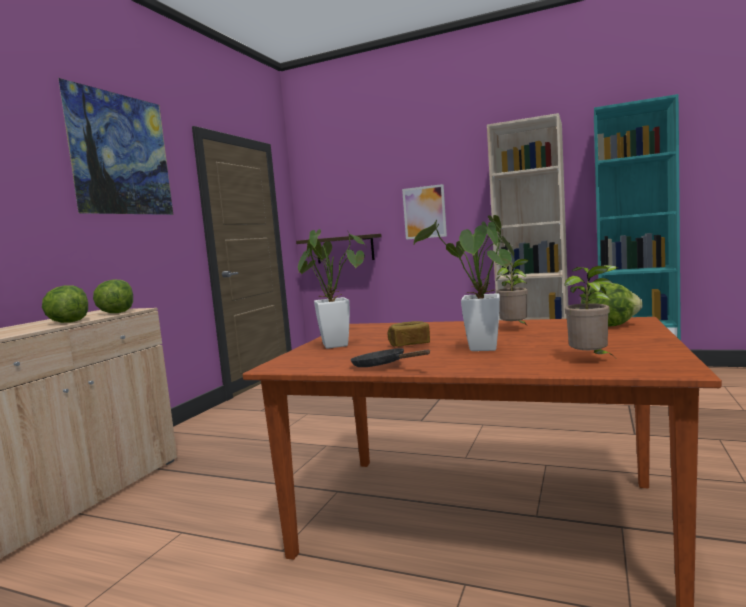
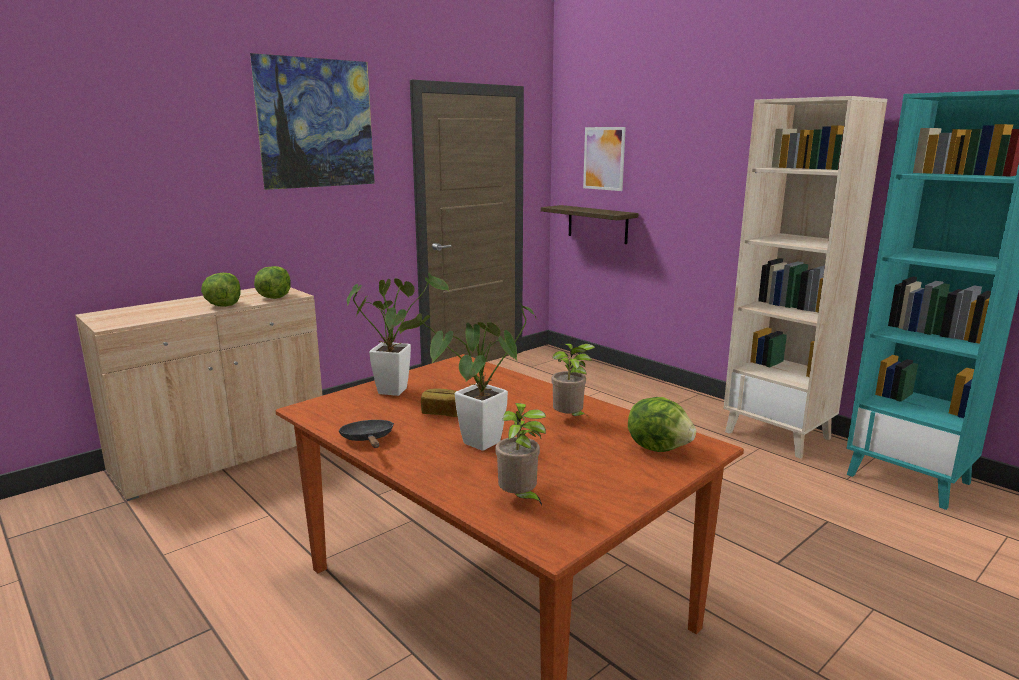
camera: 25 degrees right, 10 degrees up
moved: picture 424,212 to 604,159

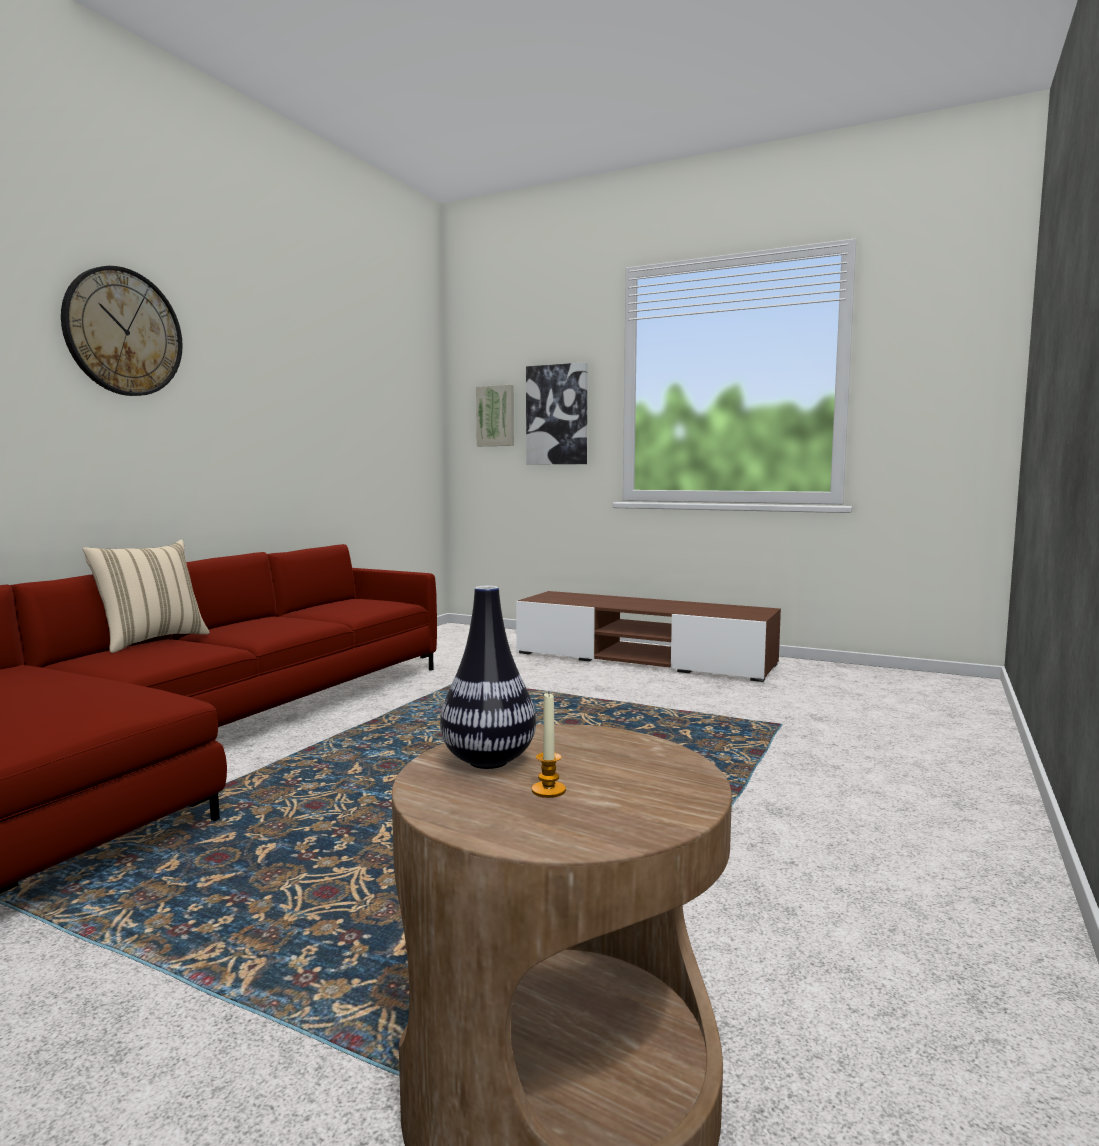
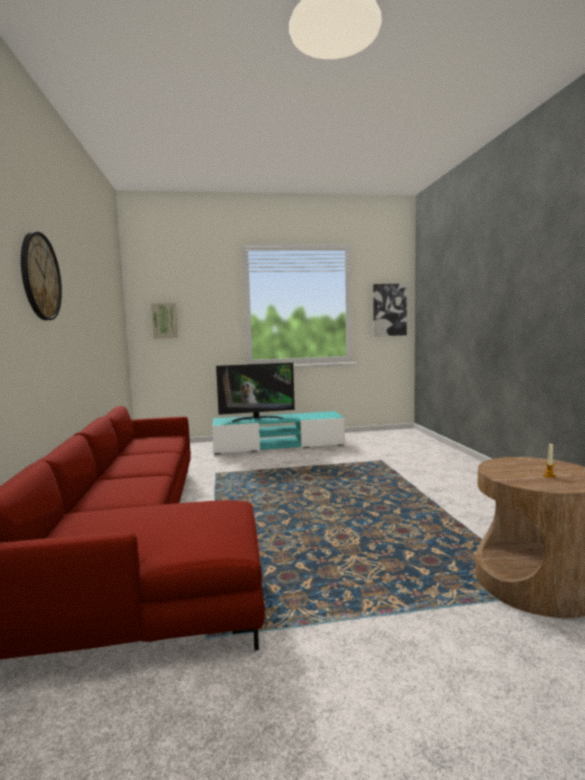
camera: 35 degrees left, 0 degrees up
removed: beige cushion 146,596; decorative vase 488,677
added: TV 255,392
moved: picture 557,413 to 390,310
recoloured: brown-coloured tv stand 648,636 to blue-green tv stand 278,433

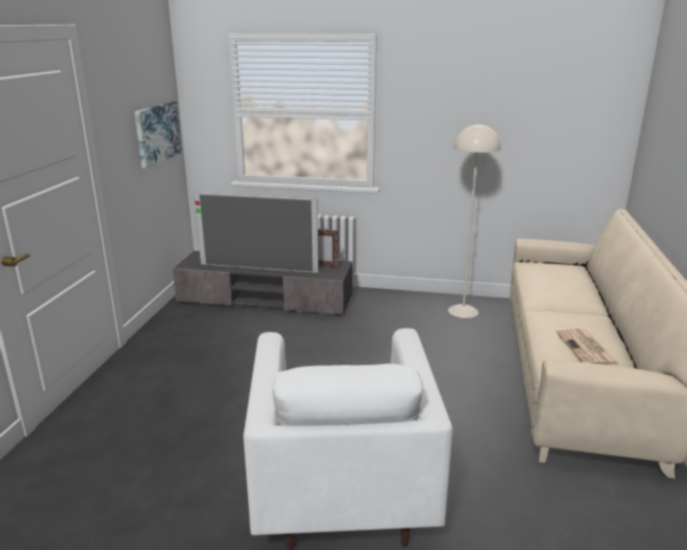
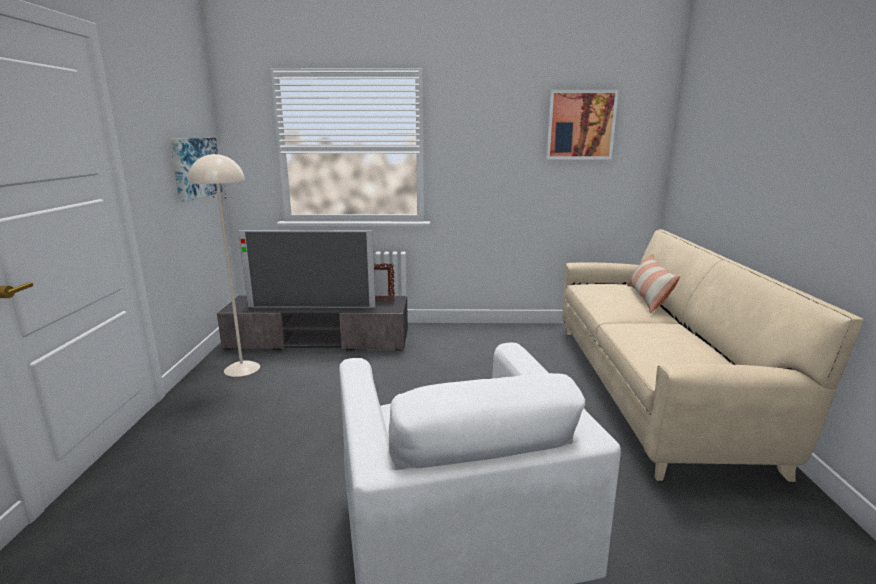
camera: 10 degrees left, 5 degrees down
removed: daily paper 588,347
added: picture 582,124; cushion 654,283
moved: beige standing lamp 474,220 to 224,265

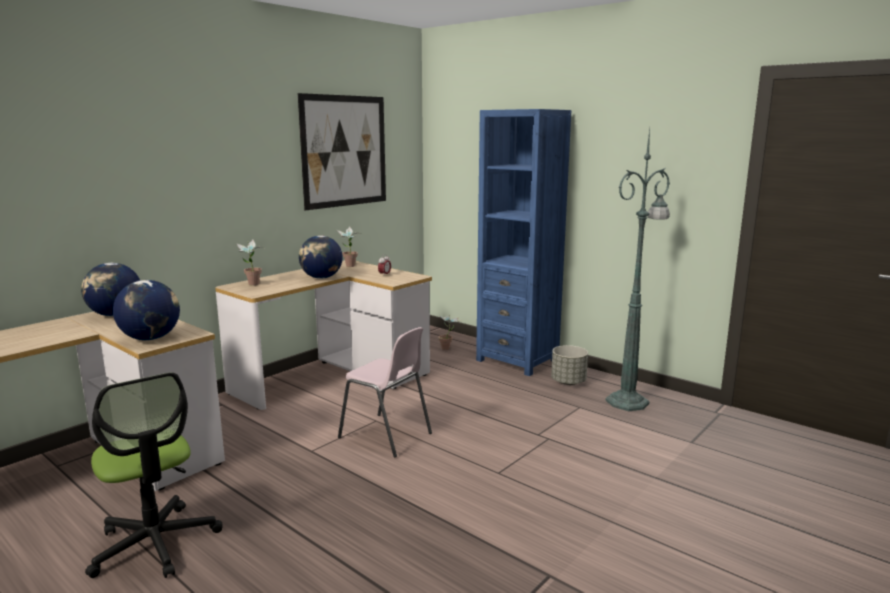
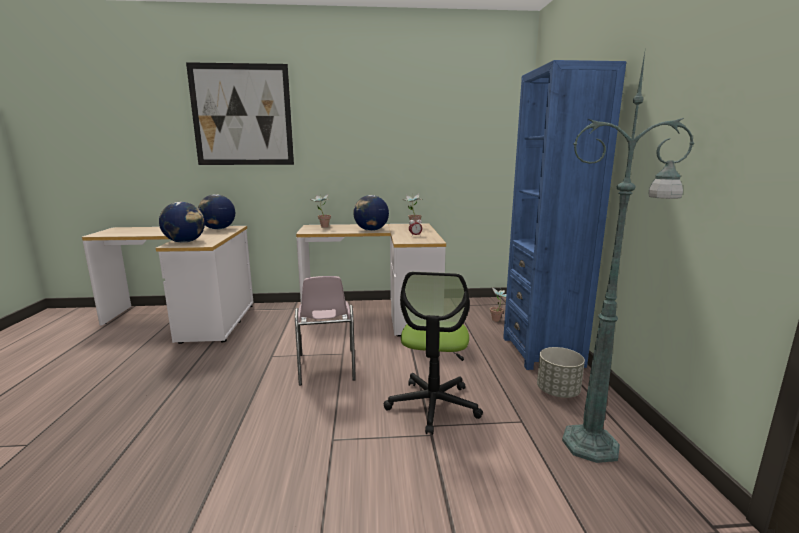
camera: 45 degrees right, 0 degrees up
moved: desk chair 153,475 to 433,353; picture 342,151 to 240,113

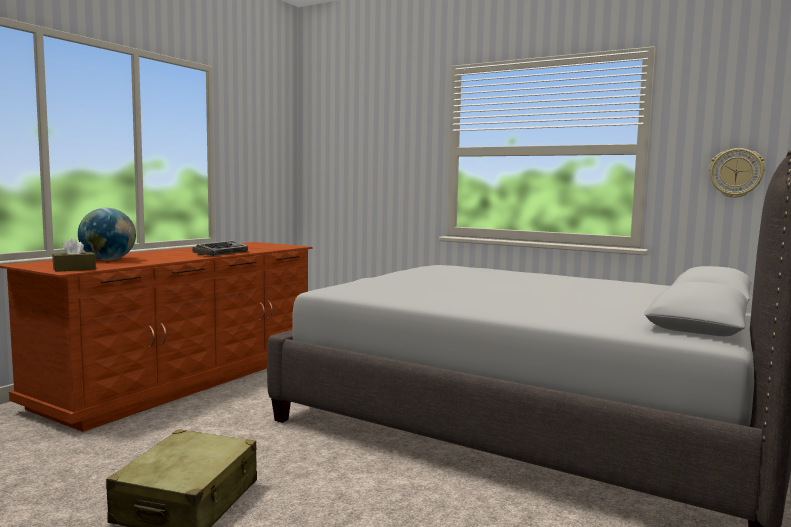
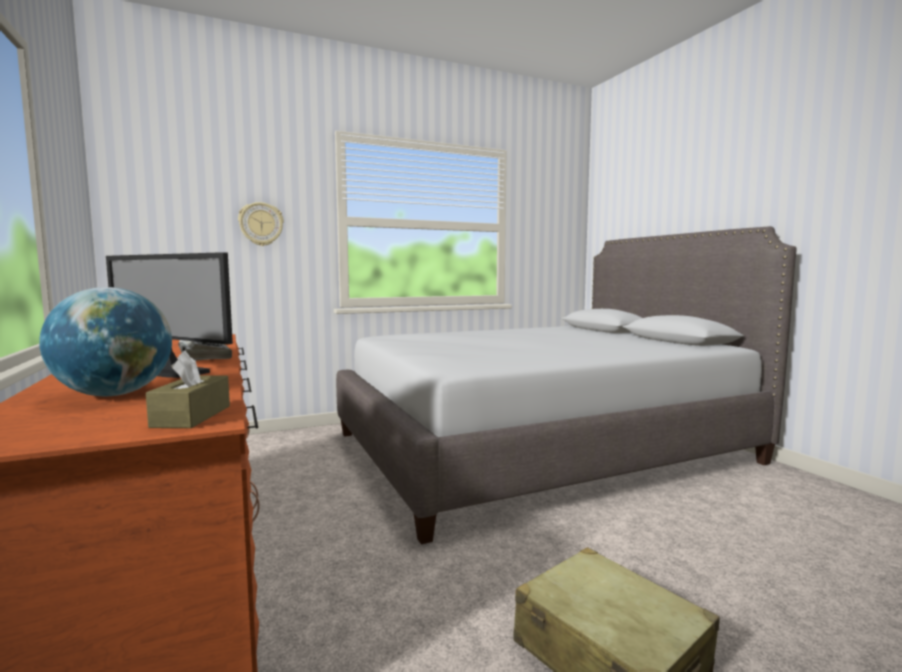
camera: 55 degrees left, 0 degrees up
added: monitor 169,315
moved: wall clock 737,173 to 261,224

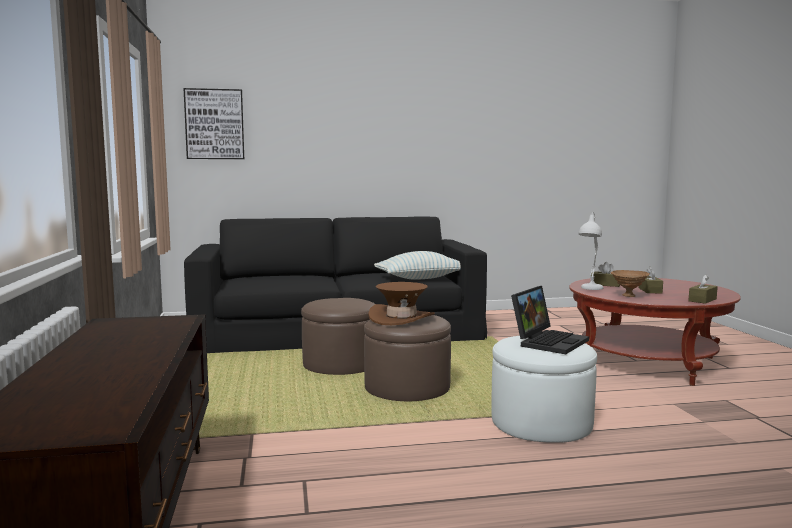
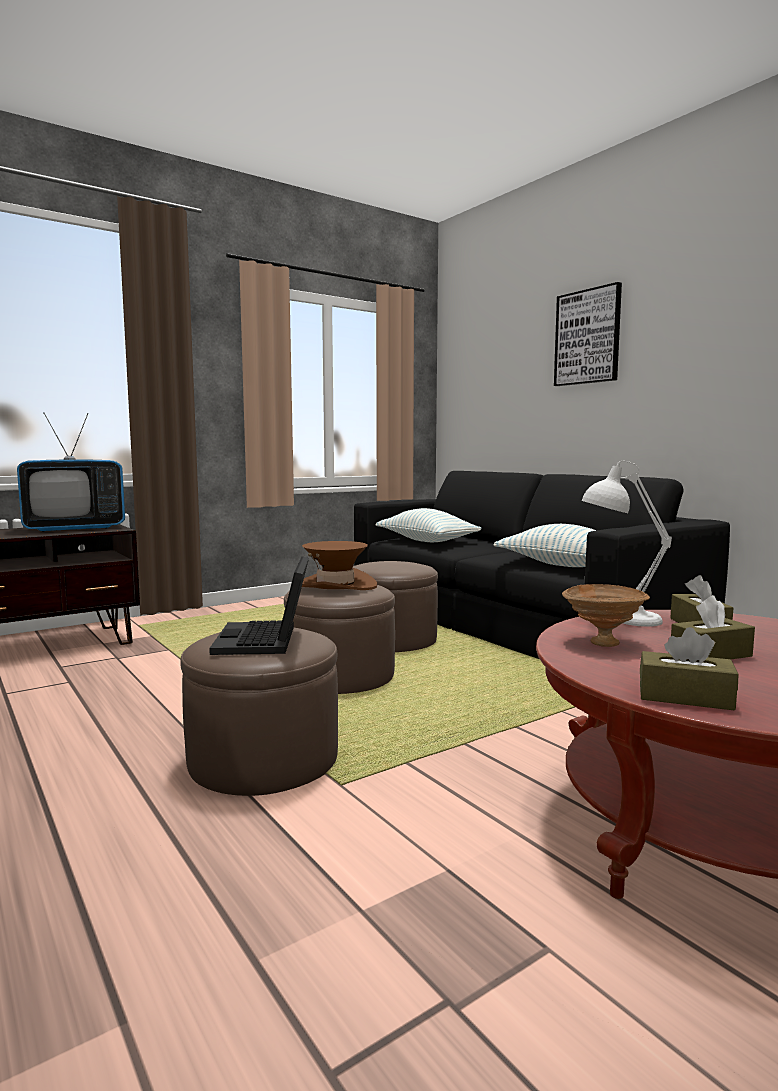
camera: 65 degrees right, 0 degrees up
added: TV 71,472; cushion 428,525
moved: picture 213,123 to 588,334
recoloured: white-coloured ottoman 544,389 to brown-coloured ottoman 259,712
turned: portable computer 550,320 = 259,605 75 degrees clockwise

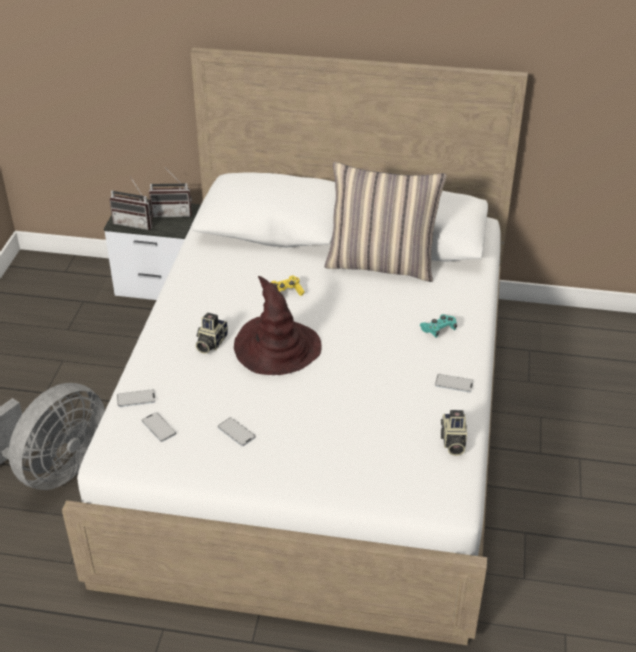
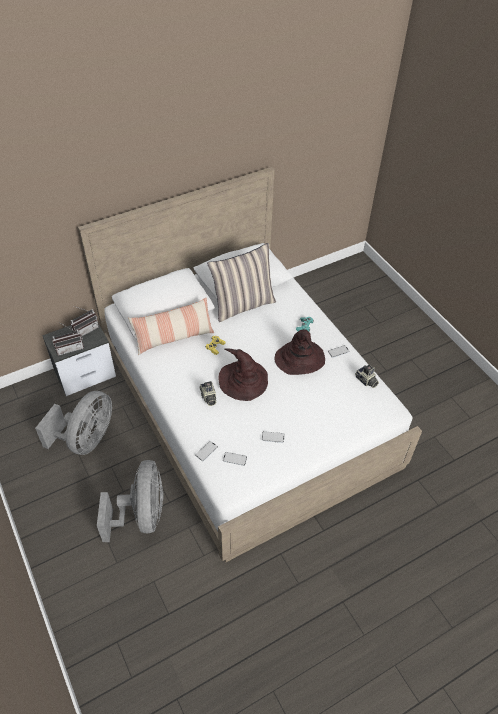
camera: 40 degrees left, 10 degrees up
added: gray cooling fan 73,423; cushion 171,326; brown-coloured clothing hat 300,352

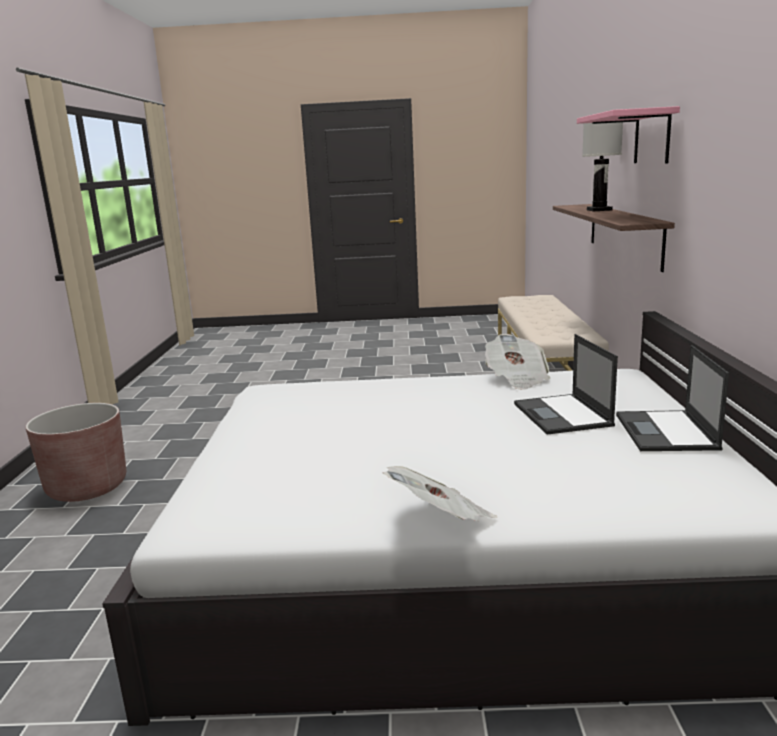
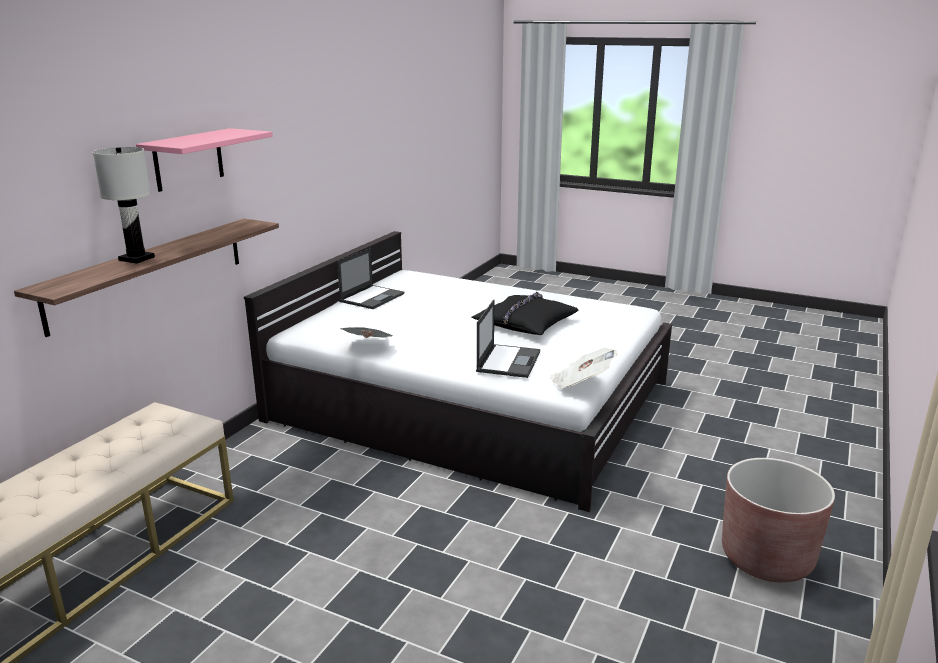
camera: 155 degrees left, 5 degrees up
added: black cushion 525,313
moved: daily paper 439,493 to 583,368; portable computer 566,384 to 508,338

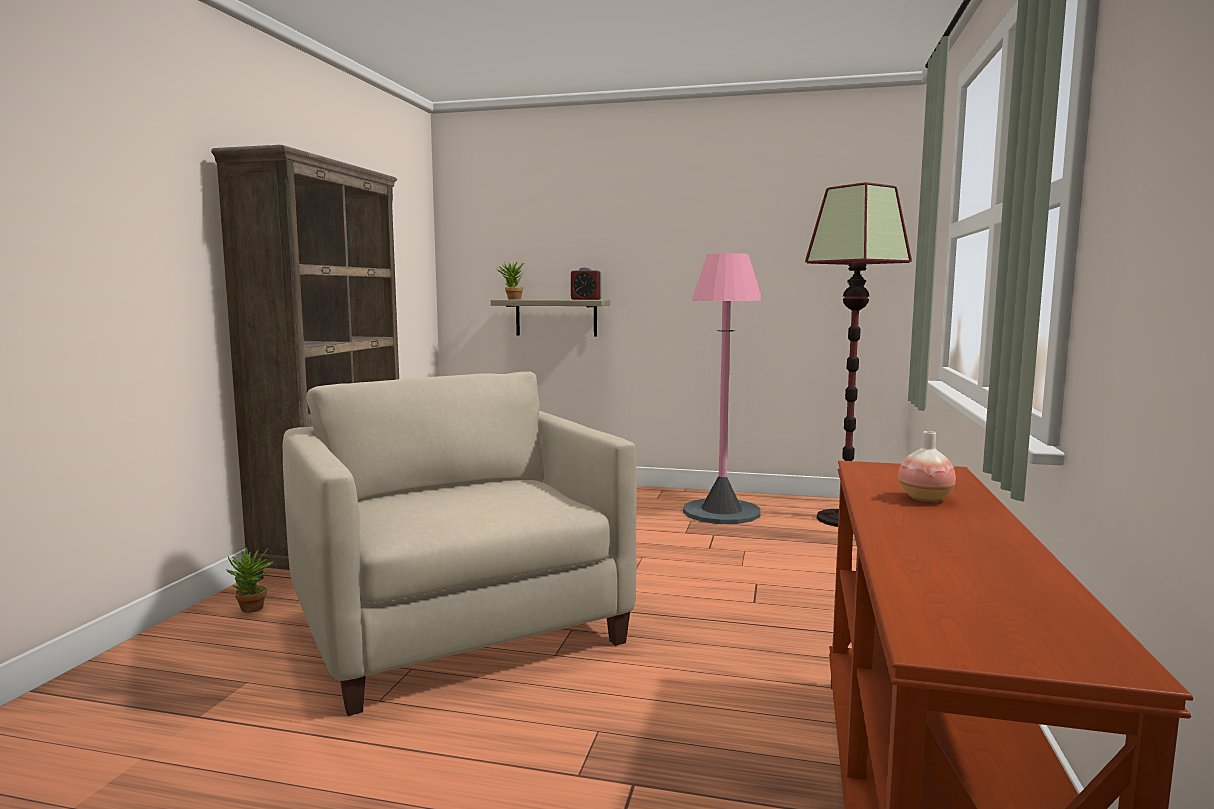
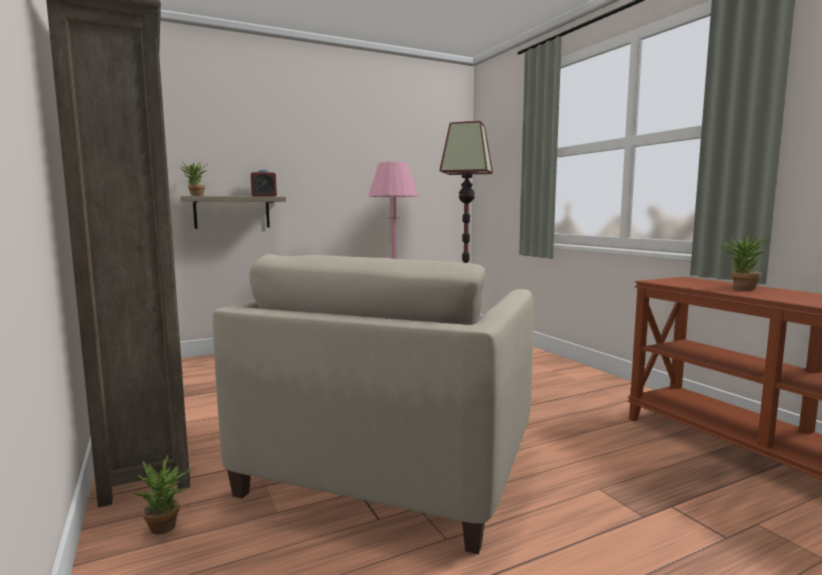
camera: 40 degrees left, 0 degrees up
replaced: decorative vase 927,466 to plant in a pot 745,262
turned: beige lounge chair 459,543 = 373,404 90 degrees counterclockwise

